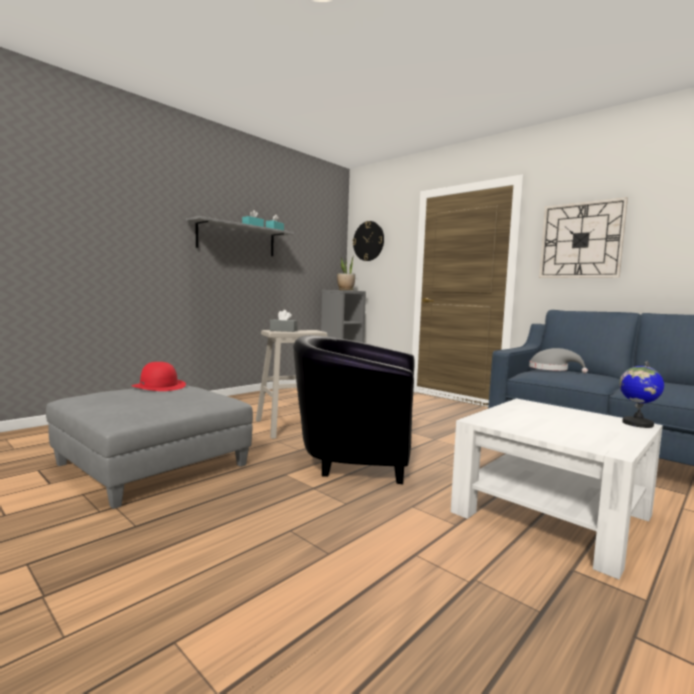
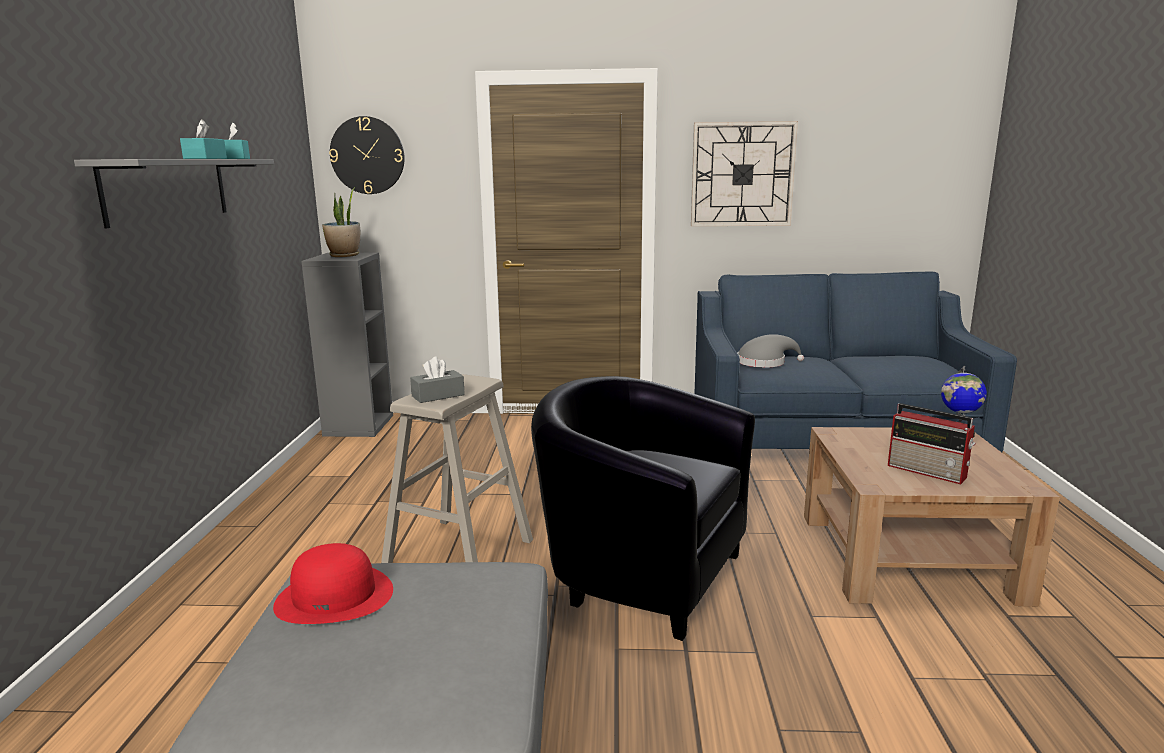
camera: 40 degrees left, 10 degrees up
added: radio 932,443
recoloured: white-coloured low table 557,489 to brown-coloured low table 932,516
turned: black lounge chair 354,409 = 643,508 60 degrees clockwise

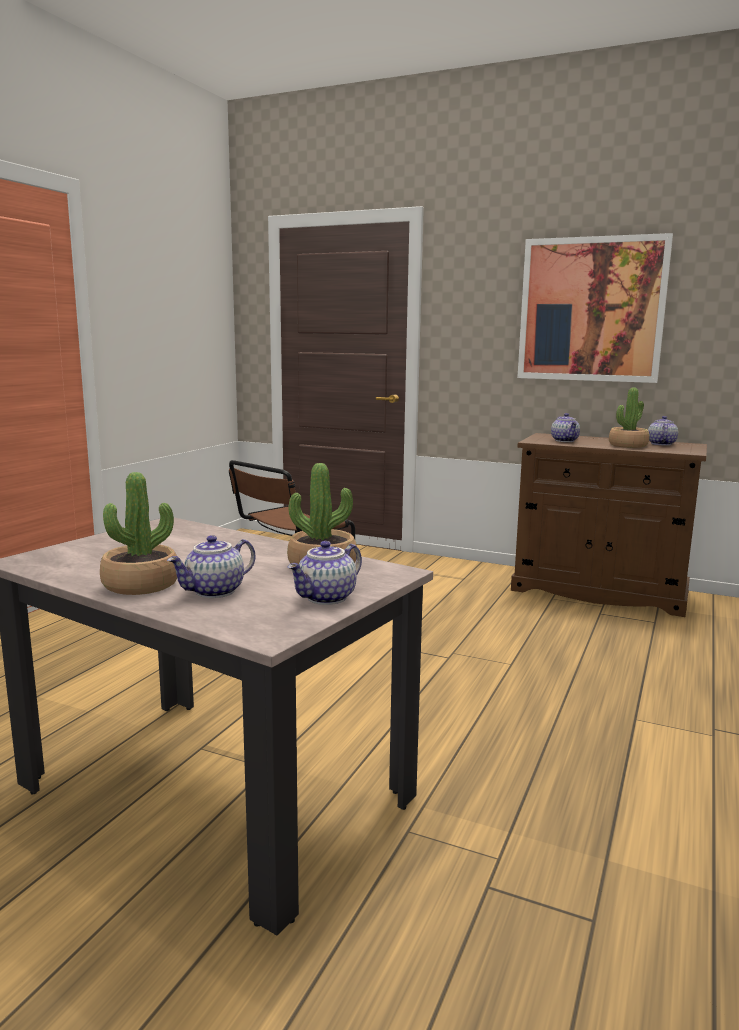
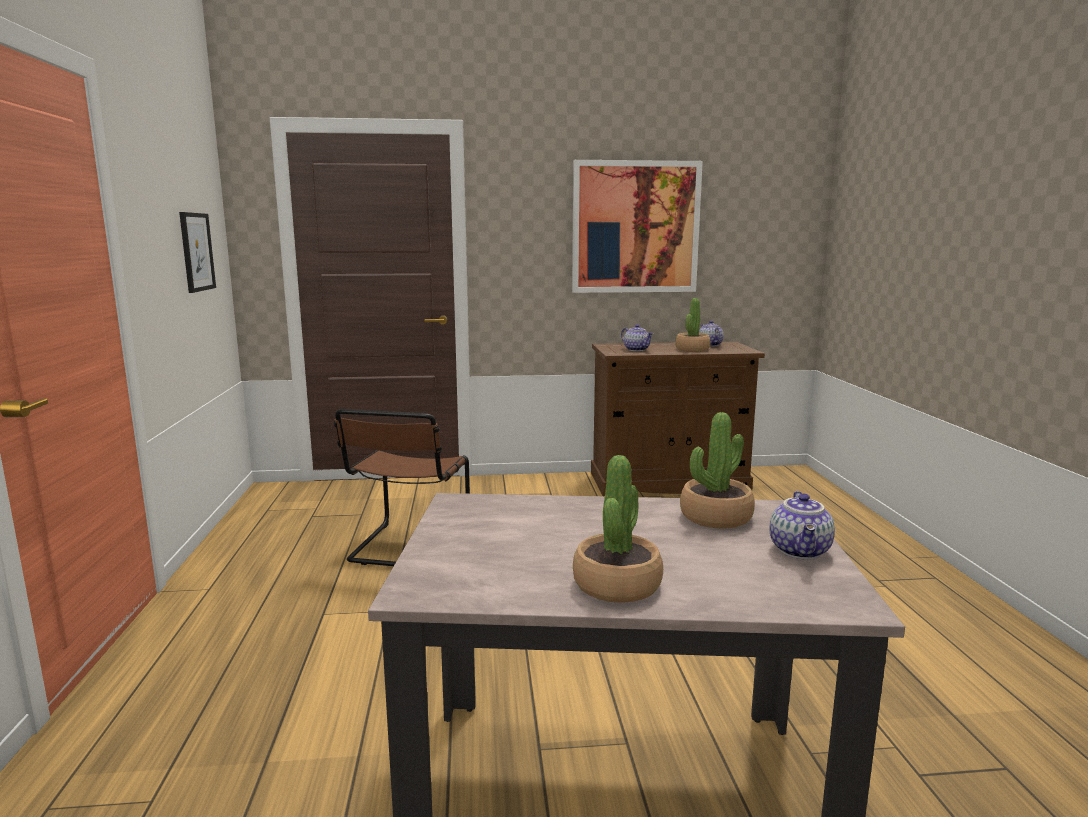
camera: 30 degrees left, 0 degrees up
removed: pot for tea 211,566
added: picture 197,252

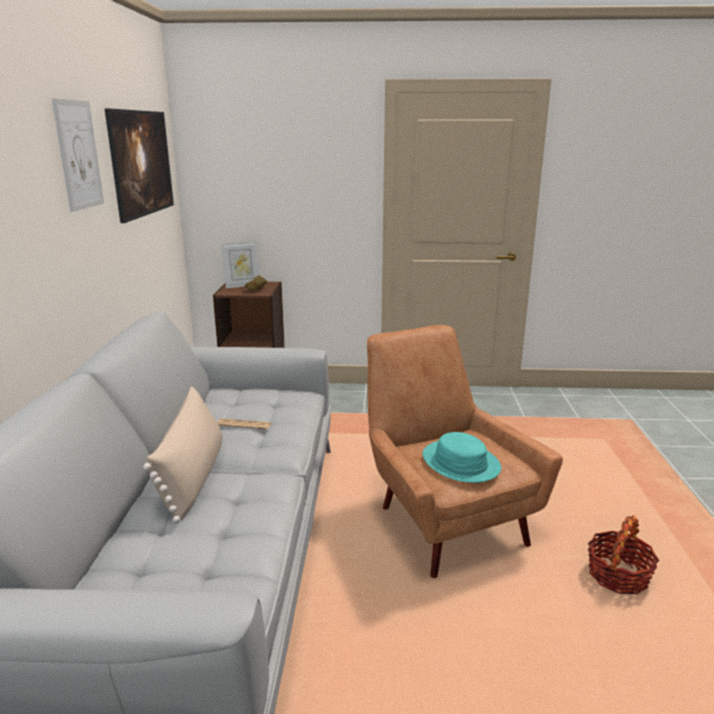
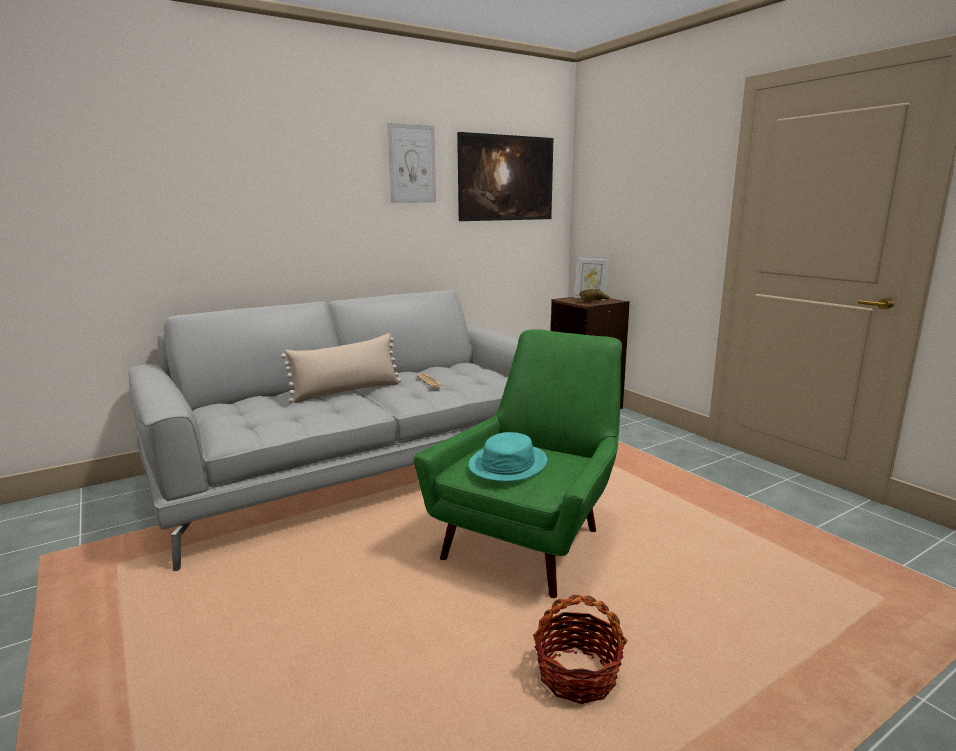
camera: 55 degrees right, 5 degrees down
recoloured: brown-coloured lounge chair 465,451 to greenish lounge chair 517,463

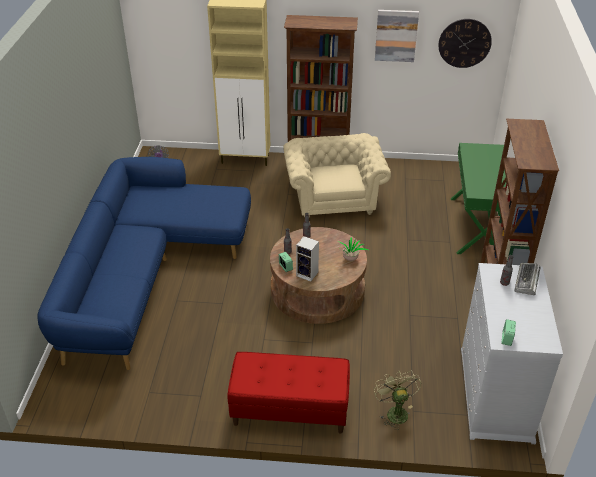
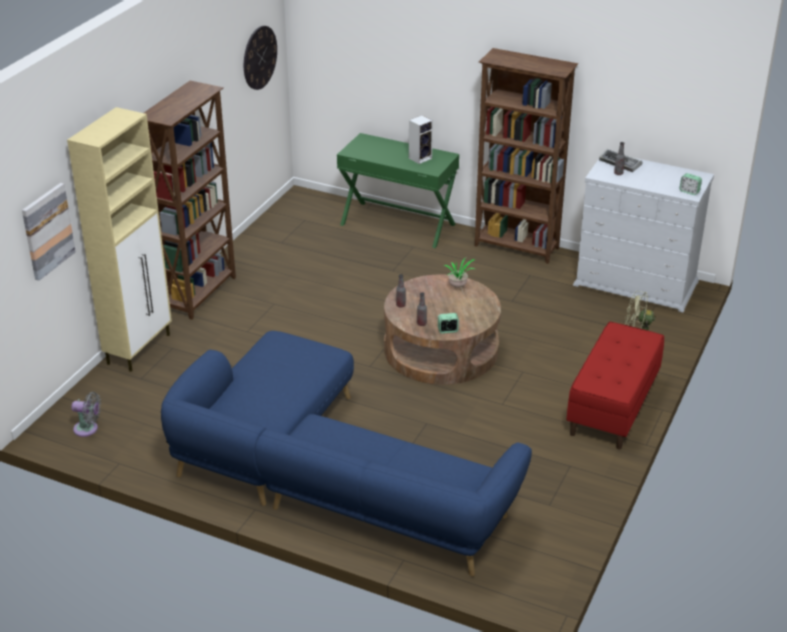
camera: 70 degrees left, 5 degrees down
removed: beige lounge chair 337,175
moved: audio speaker 307,259 to 421,139; picture 397,36 to 49,232

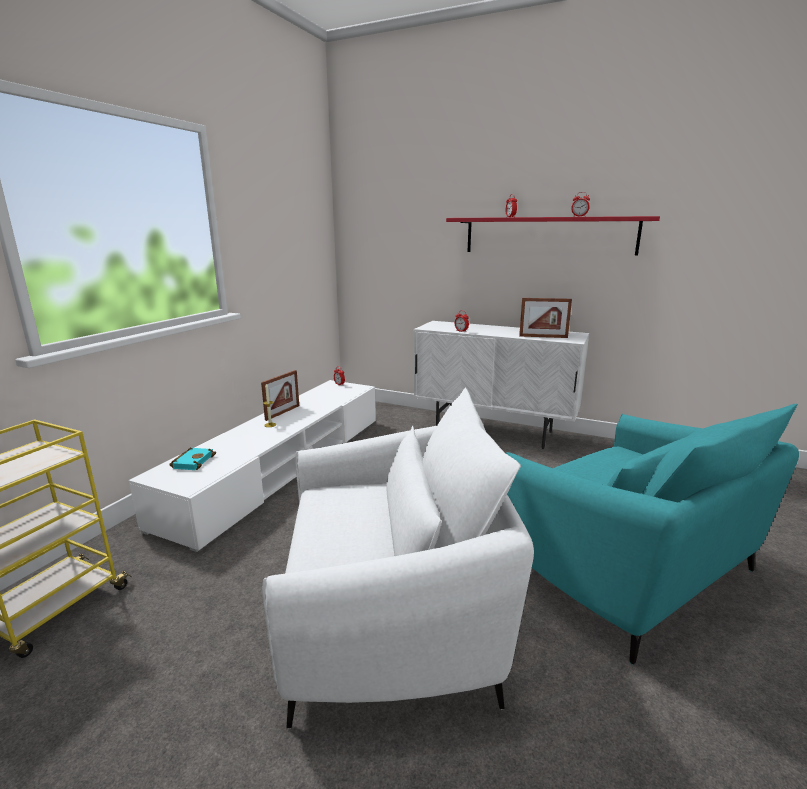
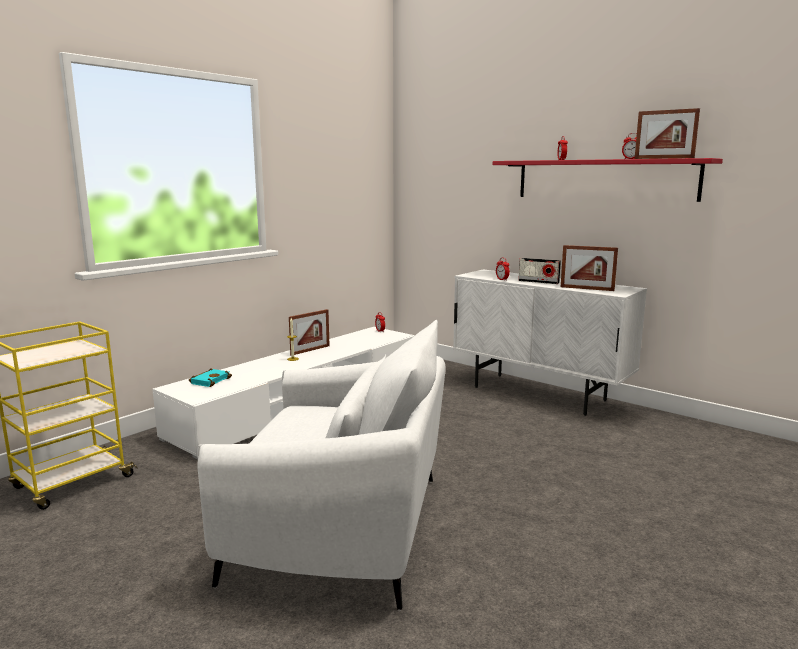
camera: 15 degrees right, 5 degrees down
removed: blue-green lounge chair 652,534
added: radio 539,271; picture frame 667,133

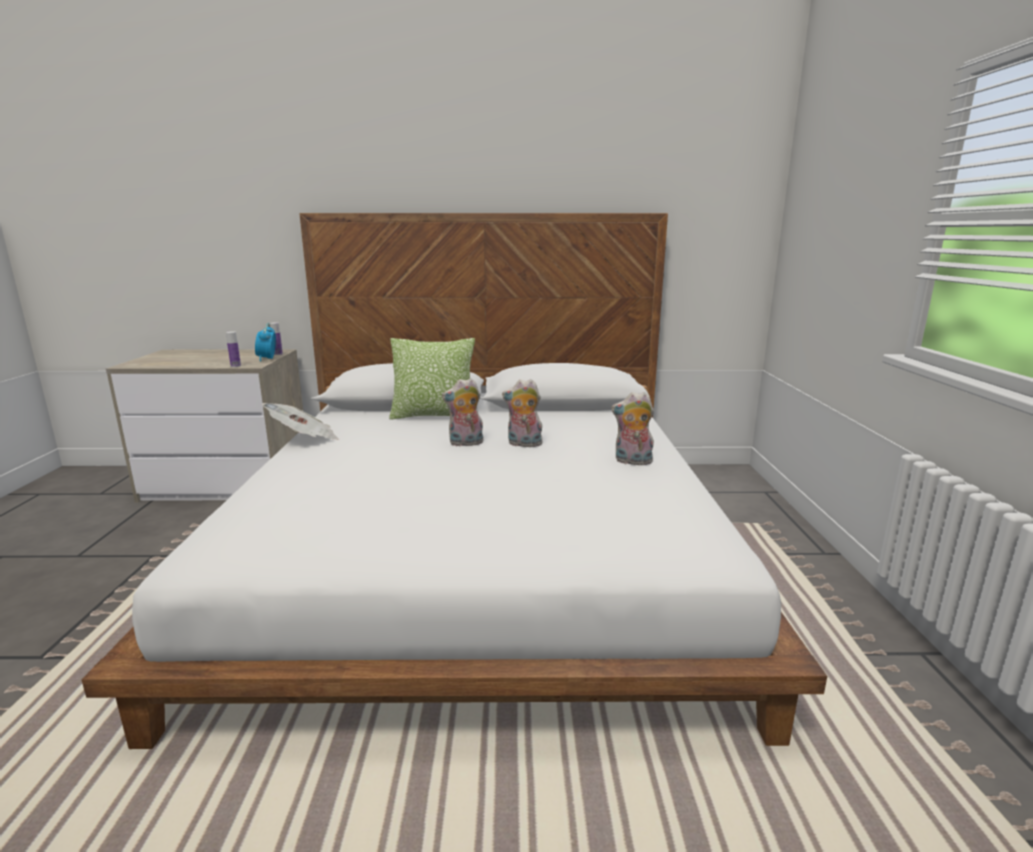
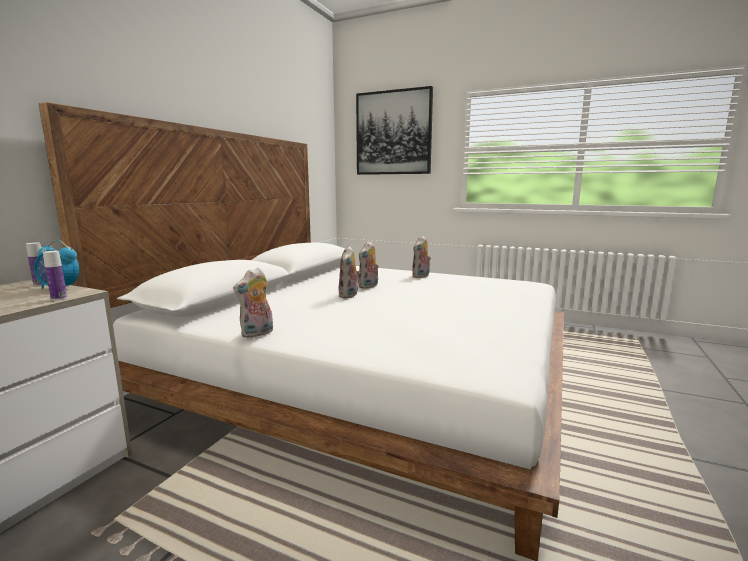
camera: 65 degrees left, 5 degrees down
removed: cushion 432,378
added: picture 394,130
replaced: daily paper 301,421 to cuddly toy 253,302

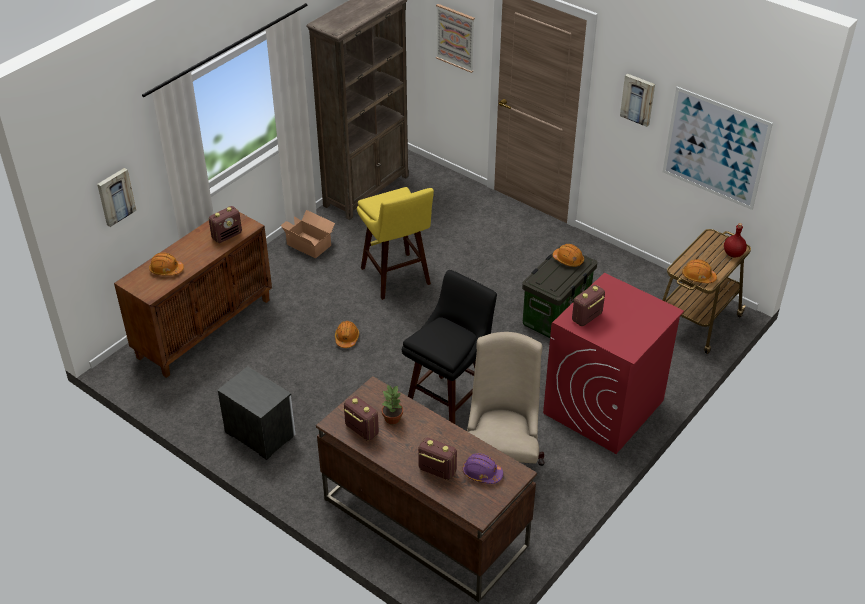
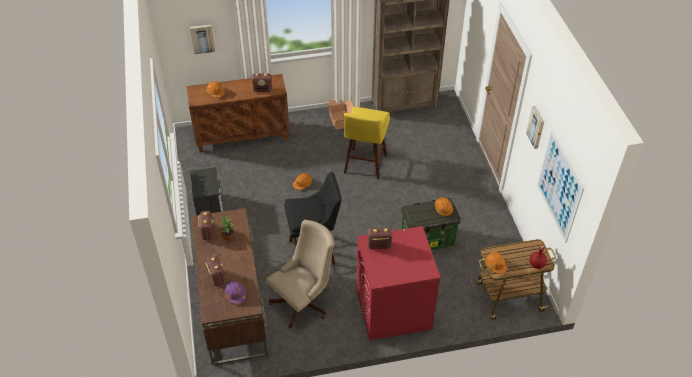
camera: 40 degrees right, 5 degrees up
removed: picture 455,38

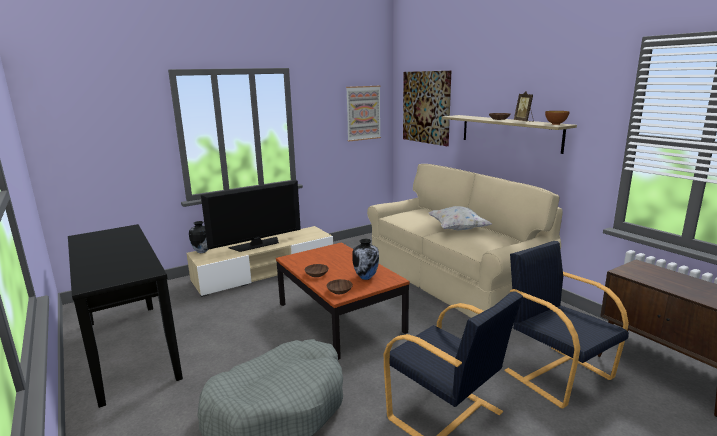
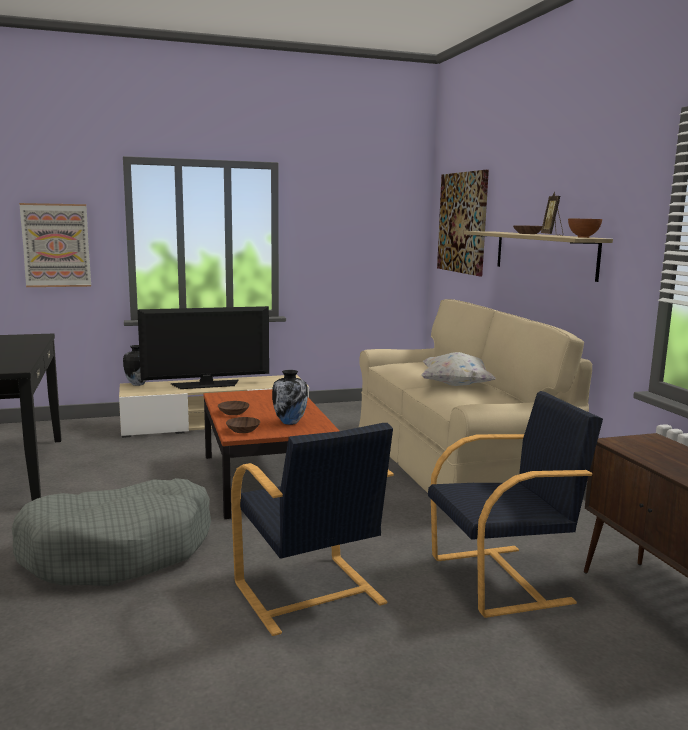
camera: 15 degrees right, 5 degrees down
moved: picture 363,113 to 55,245
turned: black lounge chair 567,324 = 515,504 90 degrees clockwise

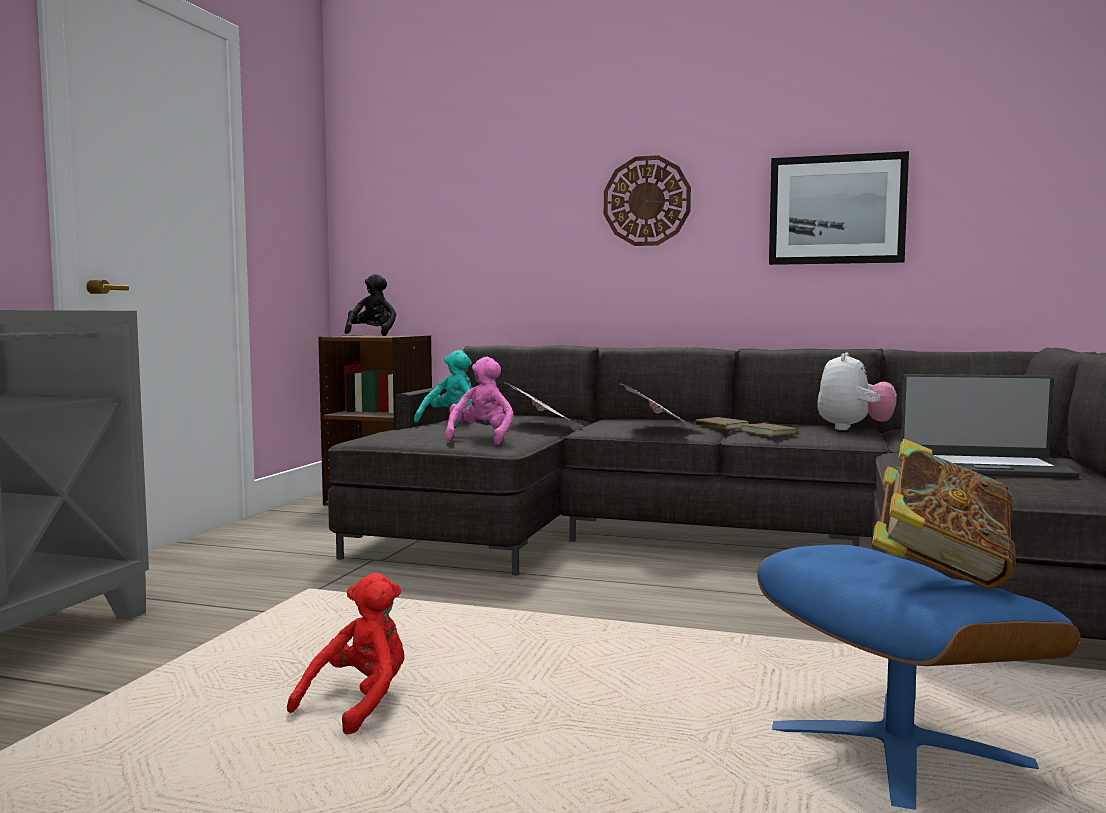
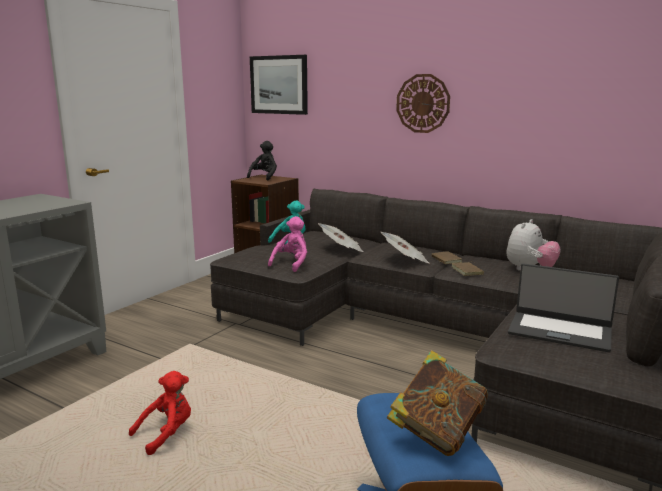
camera: 15 degrees right, 10 degrees up
moved: picture 839,208 to 279,85

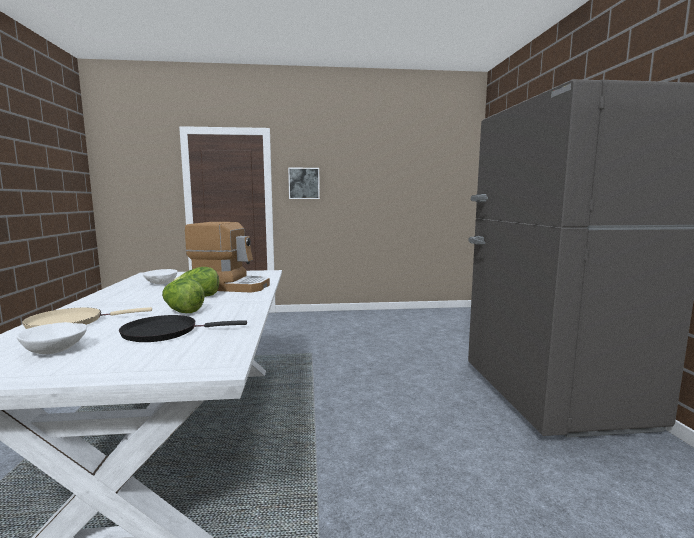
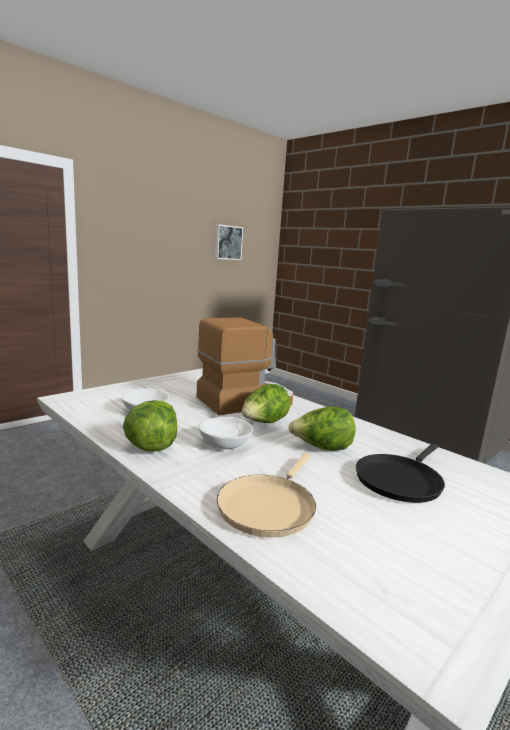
camera: 40 degrees left, 5 degrees up
added: head of lettuce 150,426
moved: white-coloured bowl 51,338 to 226,433; picture 304,183 to 229,242

